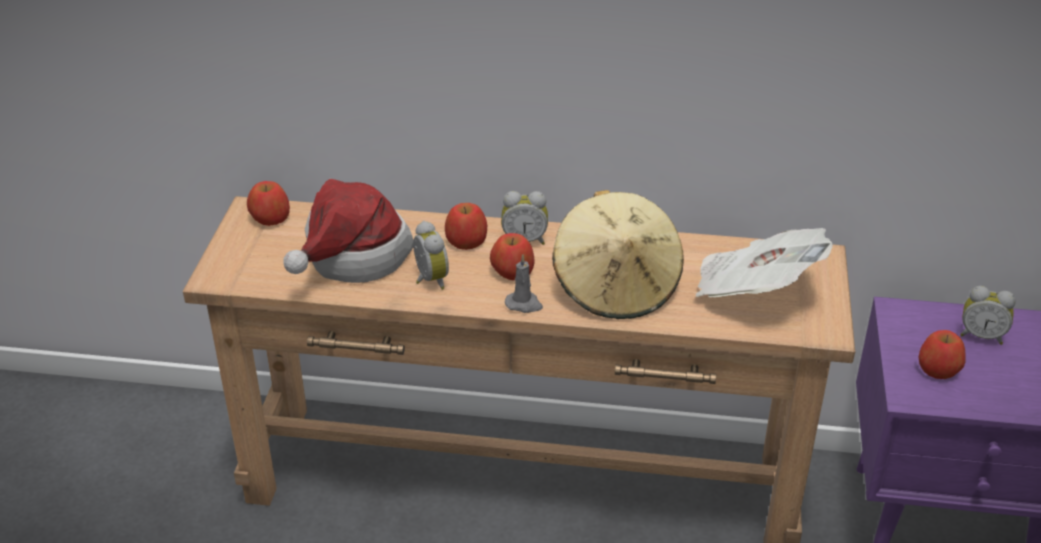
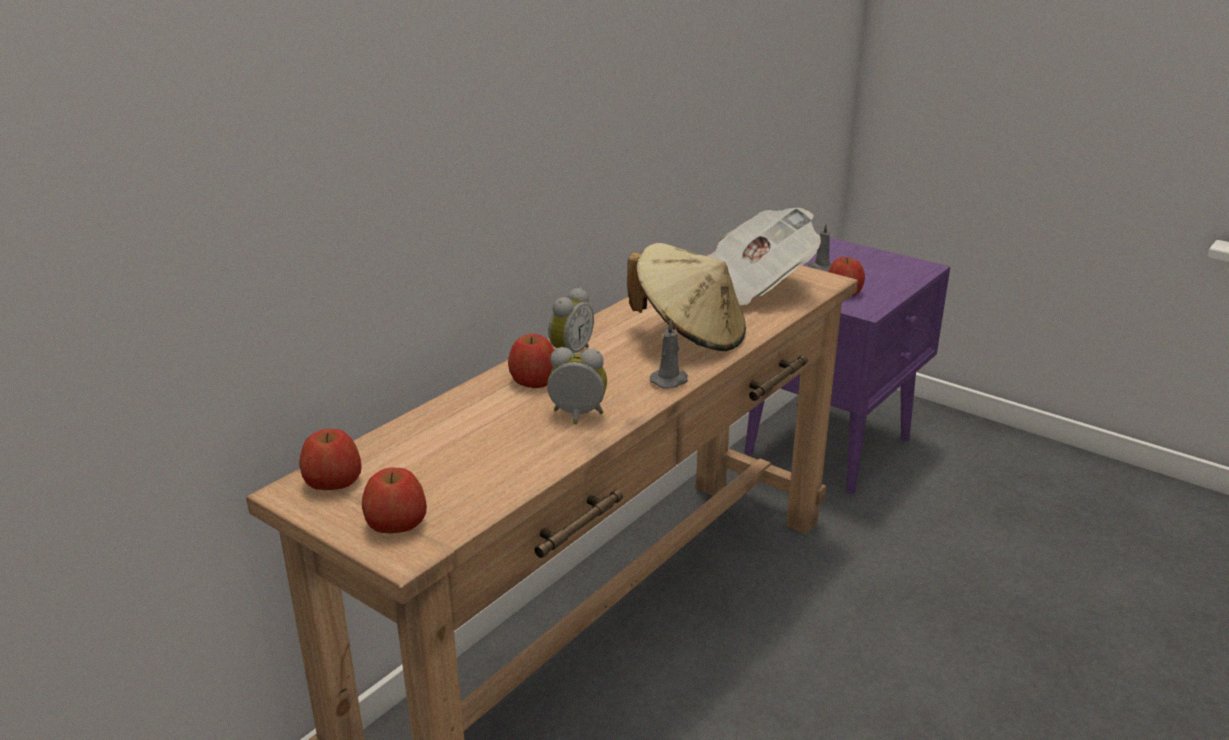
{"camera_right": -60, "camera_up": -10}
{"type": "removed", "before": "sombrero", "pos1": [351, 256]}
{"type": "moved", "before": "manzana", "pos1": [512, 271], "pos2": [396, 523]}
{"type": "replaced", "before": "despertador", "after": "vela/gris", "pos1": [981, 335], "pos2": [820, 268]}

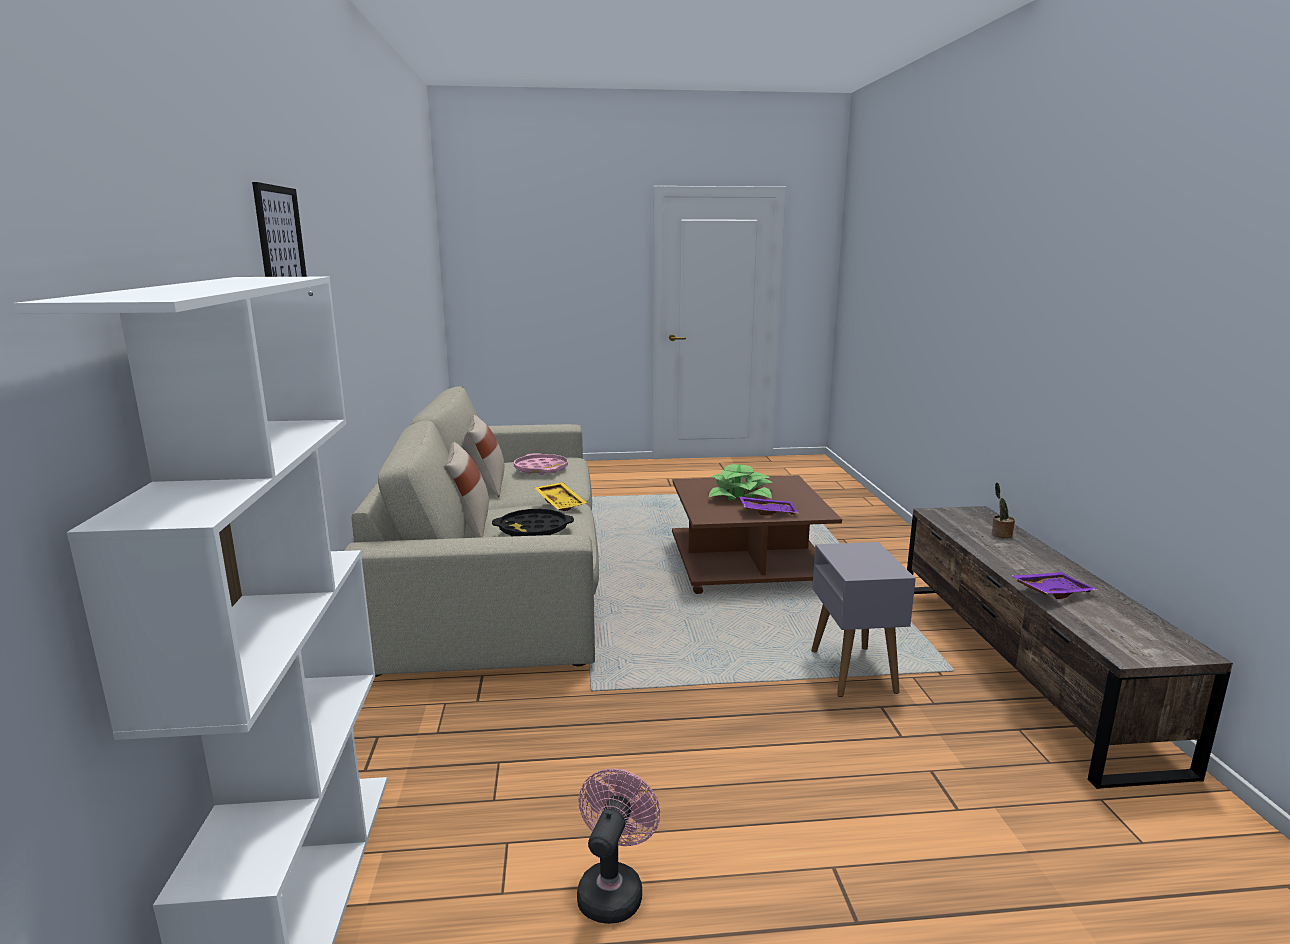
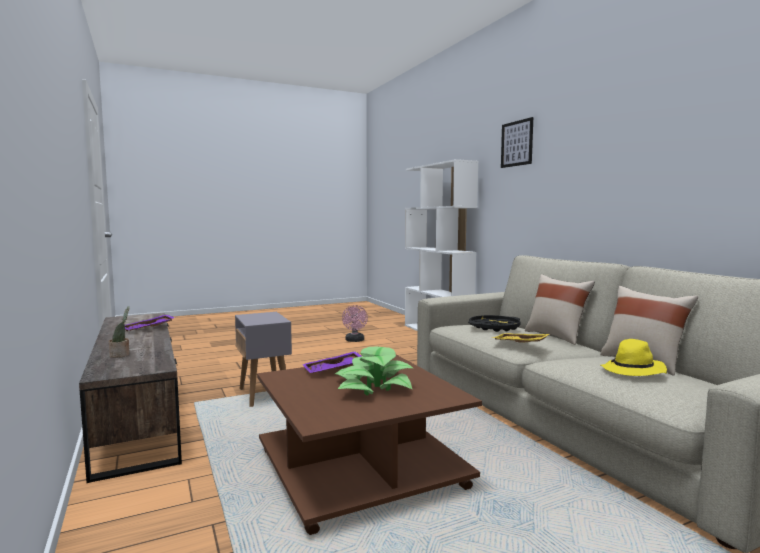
{"camera_right": 160, "camera_up": -10}
{"type": "replaced", "before": "bandeja/rosa", "after": "sombrero/amarillo", "pos1": [541, 469], "pos2": [633, 371]}

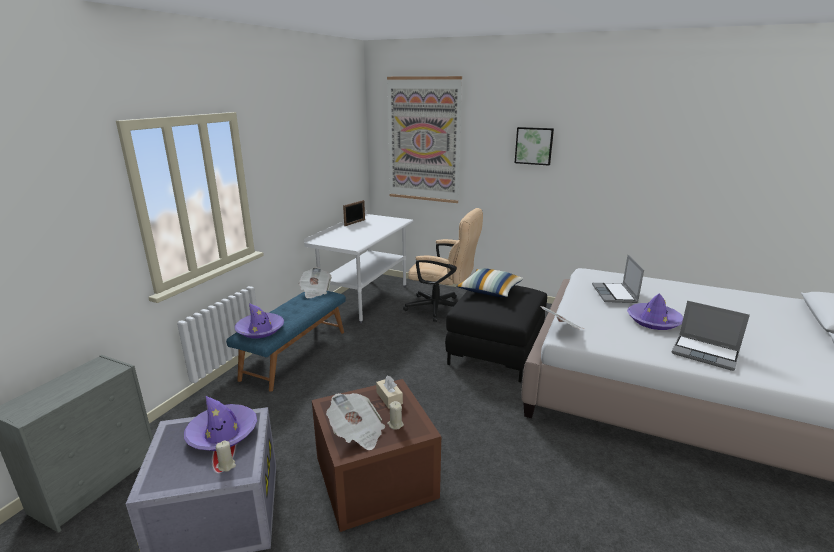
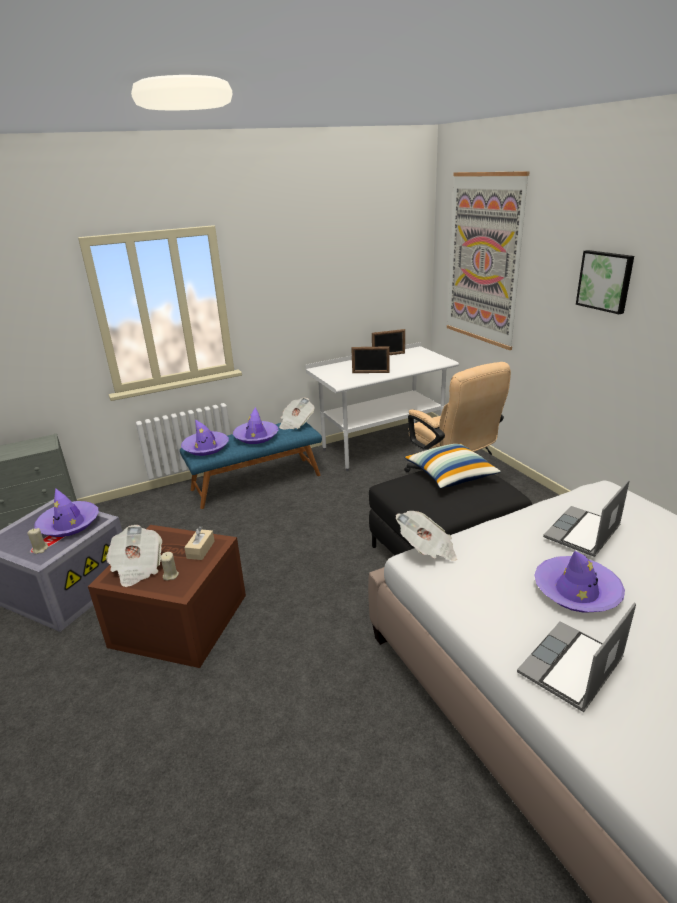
{"camera_right": 40, "camera_up": 5}
{"type": "turned", "before": "portátil", "pos1": [706, 353], "pos2": [571, 668], "turn": 60}
{"type": "added", "after": "sombrero/morado", "pos2": [256, 436]}
{"type": "added", "after": "portarretratos", "pos2": [370, 372]}

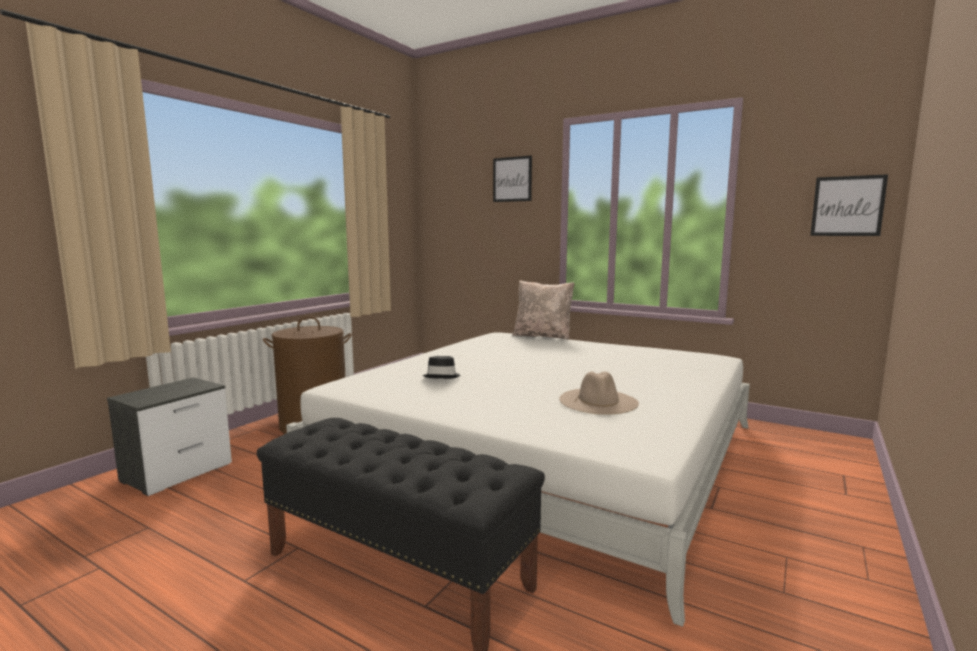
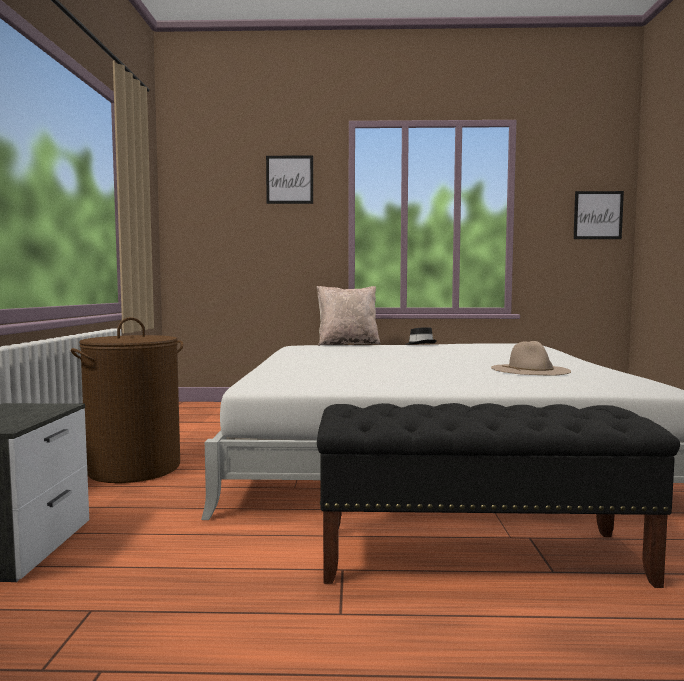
{"camera_right": -30, "camera_up": -5}
{"type": "moved", "before": "sombrero/negro", "pos1": [442, 376], "pos2": [420, 344]}

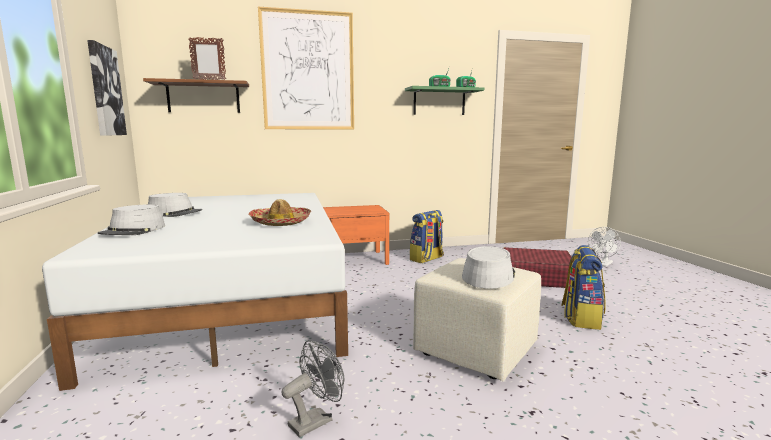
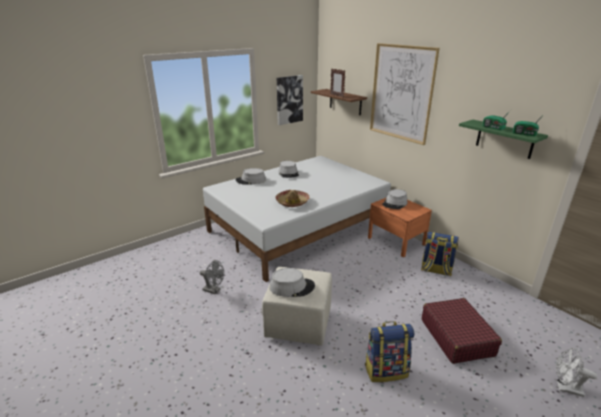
{"camera_right": 65, "camera_up": 15}
{"type": "added", "after": "sombrero/gris", "pos2": [395, 203]}

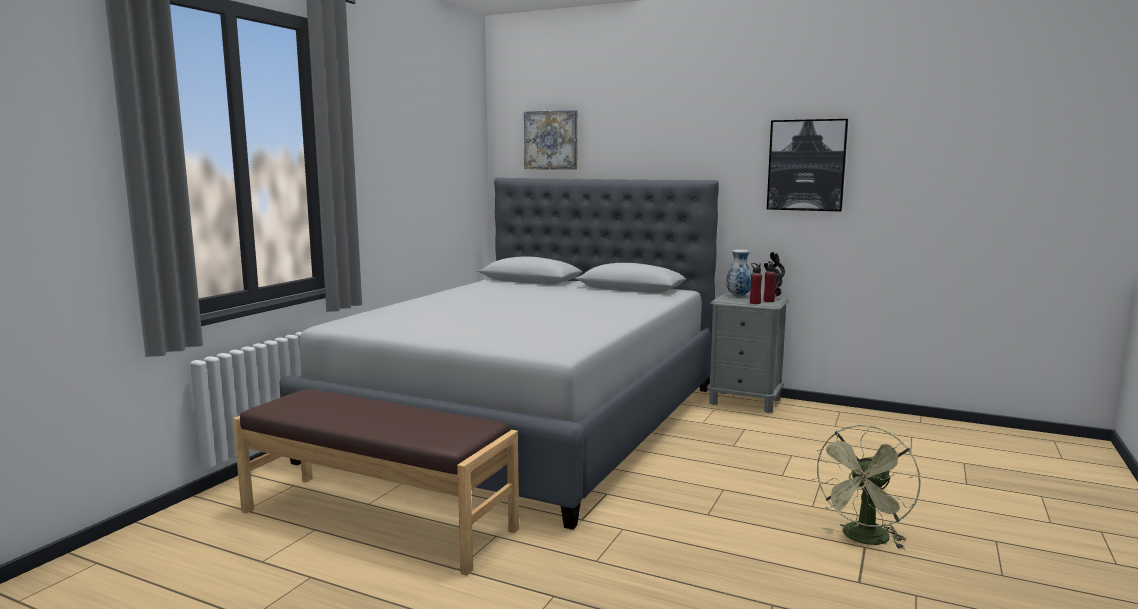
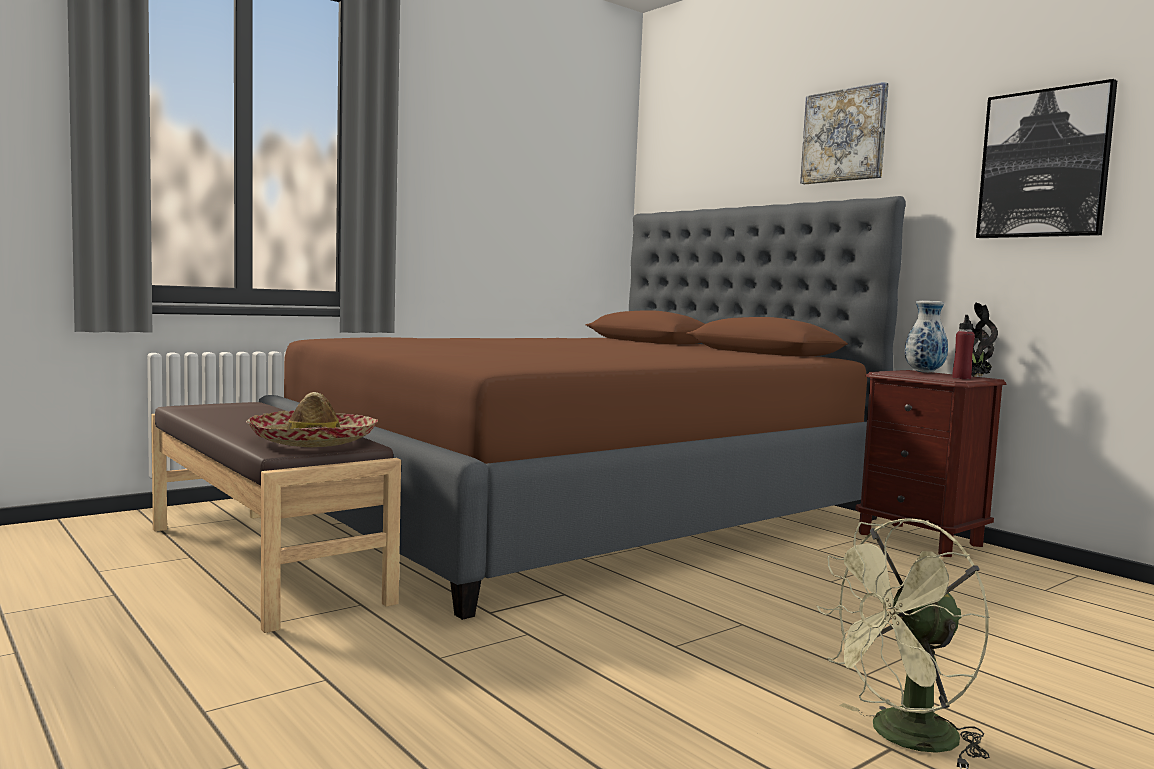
{"camera_right": 25, "camera_up": -5}
{"type": "recoloured", "before": "cama/gris", "after": "cama/marrón", "pos1": [529, 421], "pos2": [576, 510]}
{"type": "moved", "before": "cuadro", "pos1": [551, 140], "pos2": [844, 136]}
{"type": "recoloured", "before": "mesita de noche/gris", "after": "mesita de noche/marrón", "pos1": [745, 402], "pos2": [920, 539]}
{"type": "removed", "before": "botella/rojo", "pos1": [755, 303]}
{"type": "added", "after": "sombrero", "pos2": [313, 441]}

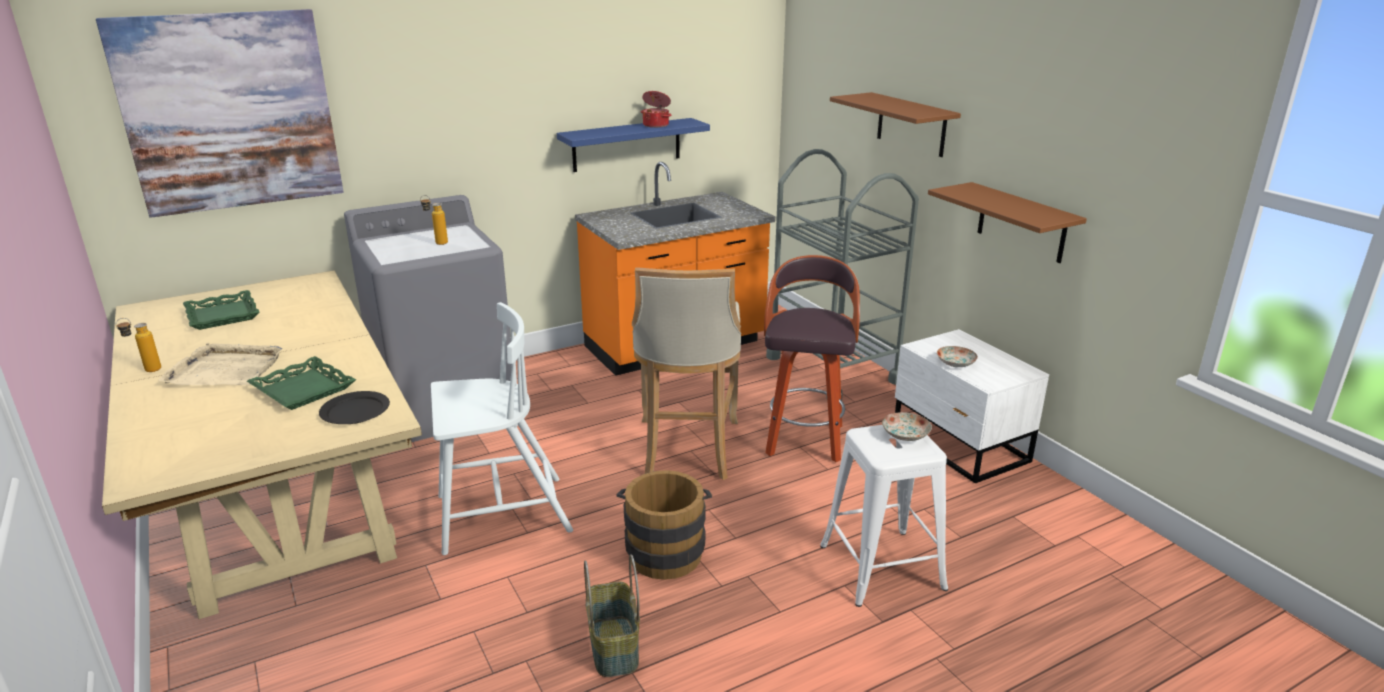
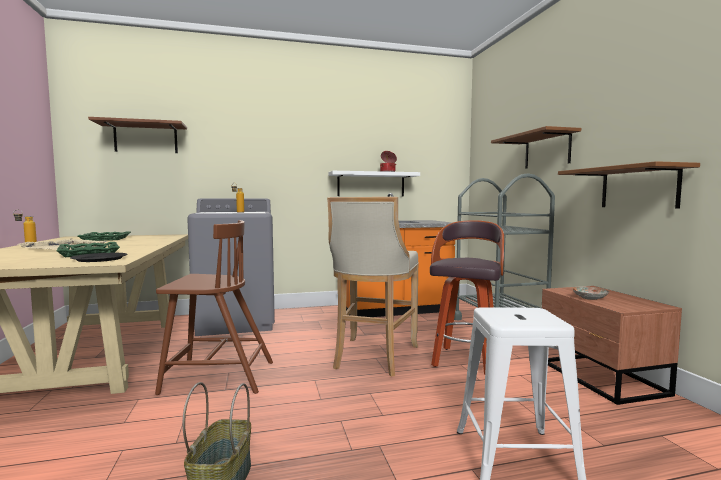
{"camera_right": 15, "camera_up": -20}
{"type": "replaced", "before": "cuadro", "after": "estante/marrón", "pos1": [230, 112], "pos2": [146, 138]}
{"type": "recoloured", "before": "silla/blanco", "after": "silla/marrón", "pos1": [500, 515], "pos2": [216, 377]}
{"type": "recoloured", "before": "estante/azul", "after": "estante/blanco", "pos1": [627, 145], "pos2": [371, 184]}
{"type": "removed", "before": "cubo/marrón", "pos1": [665, 550]}
{"type": "removed", "before": "plato", "pos1": [905, 434]}
{"type": "recoloured", "before": "mesita de noche/blanco", "after": "mesita de noche/marrón", "pos1": [959, 446], "pos2": [600, 378]}

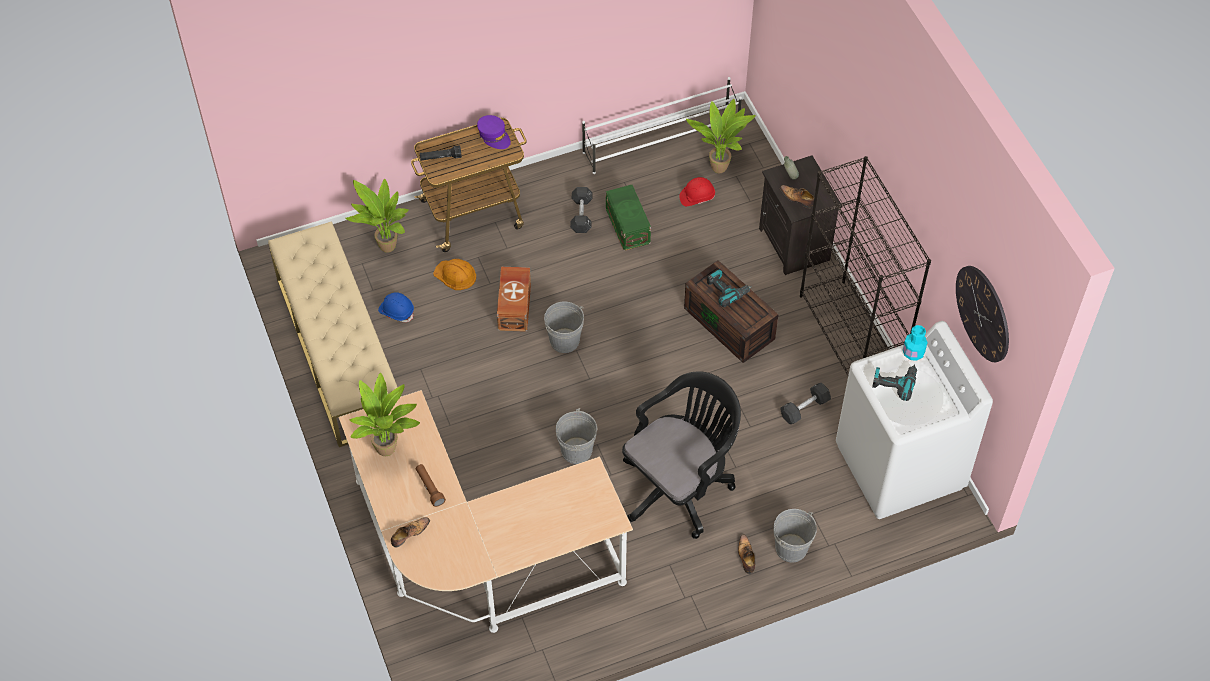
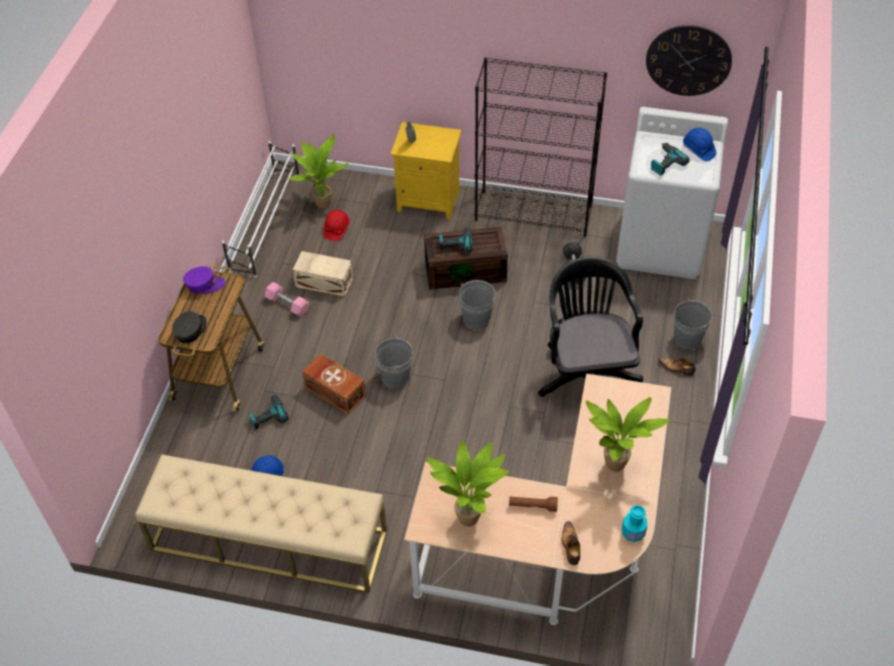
{"camera_right": -55, "camera_up": -5}
{"type": "moved", "before": "planta en maceta", "pos1": [385, 248], "pos2": [615, 468]}
{"type": "replaced", "before": "linterna/negro", "after": "gorra/gris", "pos1": [440, 158], "pos2": [191, 330]}
{"type": "replaced", "before": "casco/naranja", "after": "taladro", "pos1": [455, 275], "pos2": [268, 415]}
{"type": "moved", "before": "cubo/gris", "pos1": [576, 451], "pos2": [477, 318]}
{"type": "recoloured", "before": "mancuerna/negro", "after": "mancuerna/rosa", "pos1": [581, 215], "pos2": [287, 304]}
{"type": "recoloured", "before": "caja de almacenaje/verde", "after": "caja de almacenaje/beis", "pos1": [628, 225], "pos2": [323, 281]}
{"type": "recoloured", "before": "mesita de noche/negro", "after": "mesita de noche/amarillo", "pos1": [796, 245], "pos2": [429, 199]}
{"type": "removed", "before": "zapato", "pos1": [797, 199]}
{"type": "moved", "before": "botella/turquesa", "pos1": [913, 352], "pos2": [633, 532]}
{"type": "added", "after": "casco/azul", "pos2": [698, 150]}

